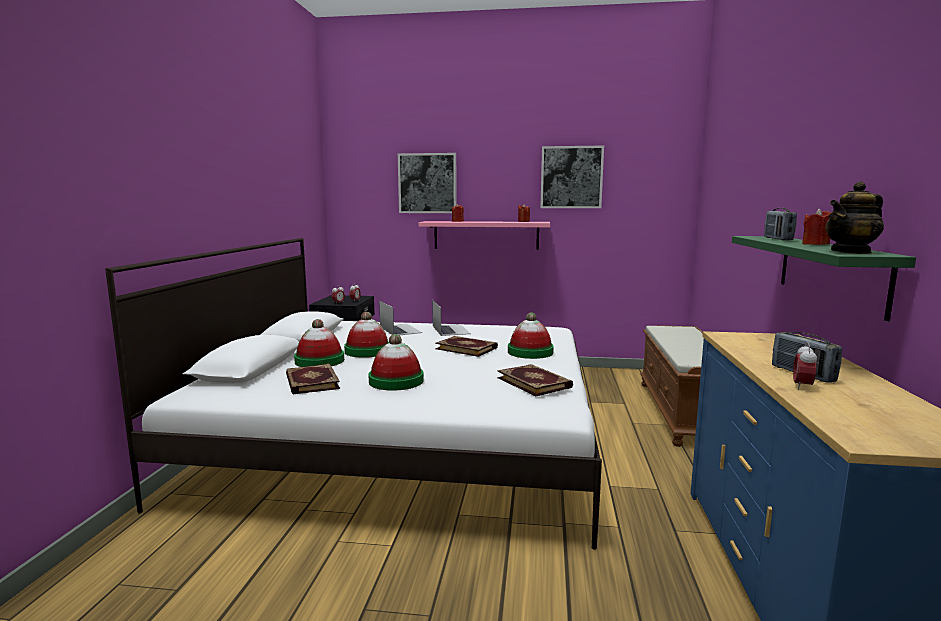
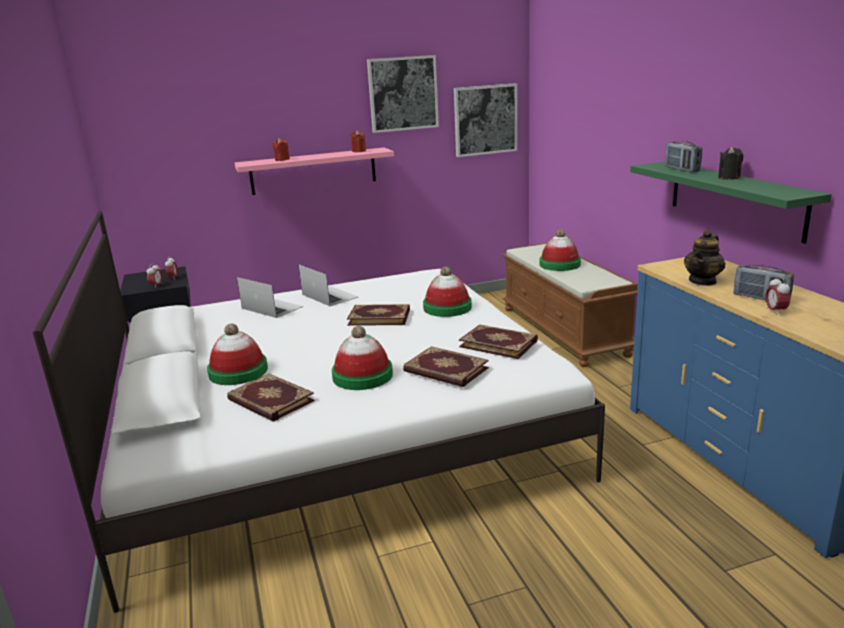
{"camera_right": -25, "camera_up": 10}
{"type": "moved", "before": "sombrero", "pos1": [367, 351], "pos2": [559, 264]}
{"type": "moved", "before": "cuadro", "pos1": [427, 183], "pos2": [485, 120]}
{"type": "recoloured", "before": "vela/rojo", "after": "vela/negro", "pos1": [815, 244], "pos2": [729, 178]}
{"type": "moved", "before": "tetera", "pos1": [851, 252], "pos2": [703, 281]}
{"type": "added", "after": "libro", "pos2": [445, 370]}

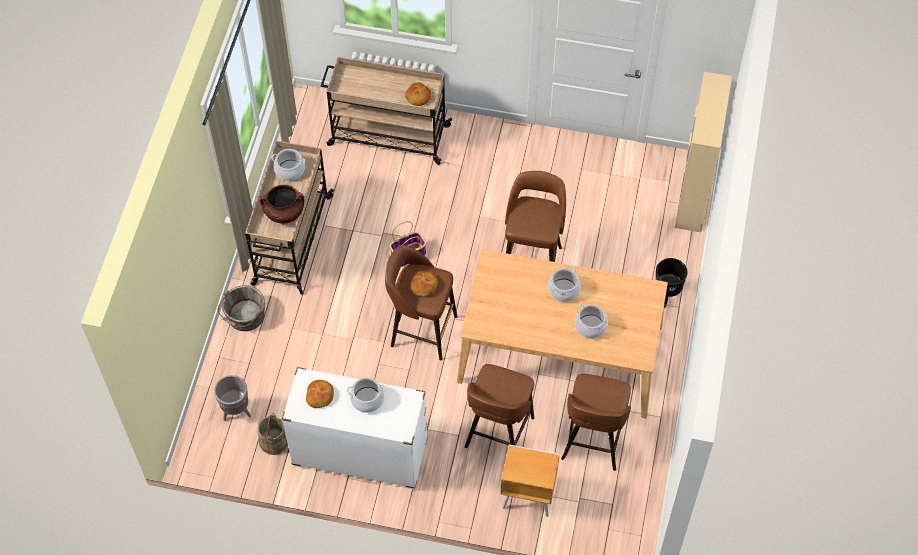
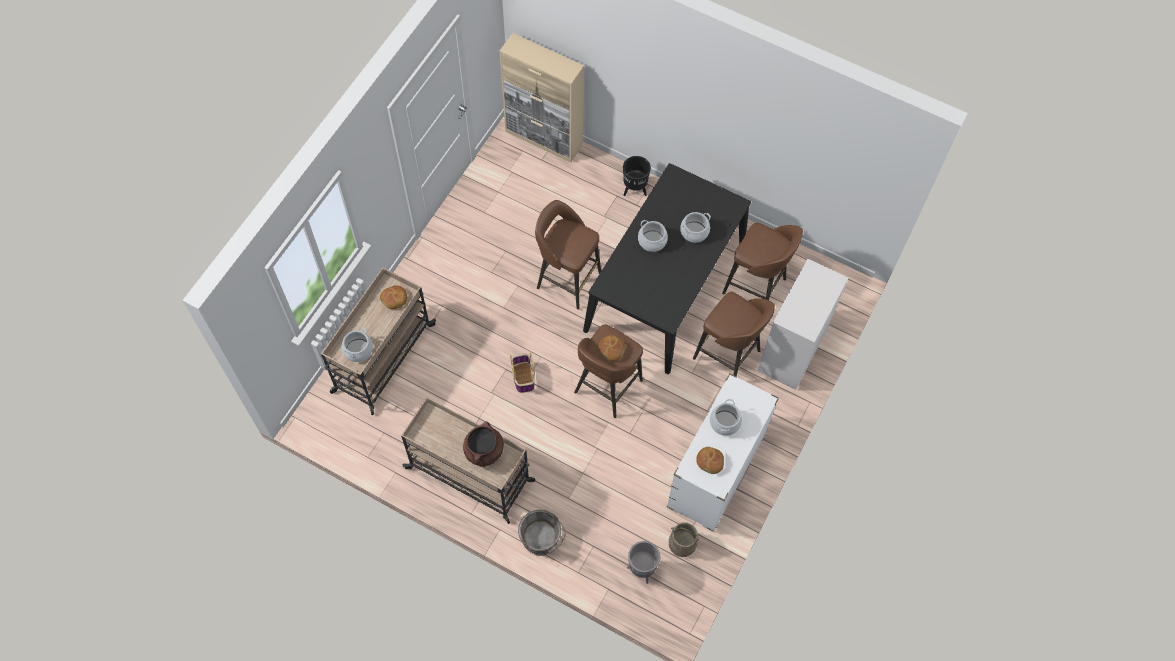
{"camera_right": -75, "camera_up": 5}
{"type": "moved", "before": "olla", "pos1": [290, 170], "pos2": [358, 350]}
{"type": "recoloured", "before": "mesa de comedor/beis", "after": "mesa de comedor/negro", "pos1": [560, 353], "pos2": [665, 285]}
{"type": "replaced", "before": "mesita de noche/marrón", "after": "cómoda/blanco", "pos1": [527, 496], "pos2": [792, 351]}

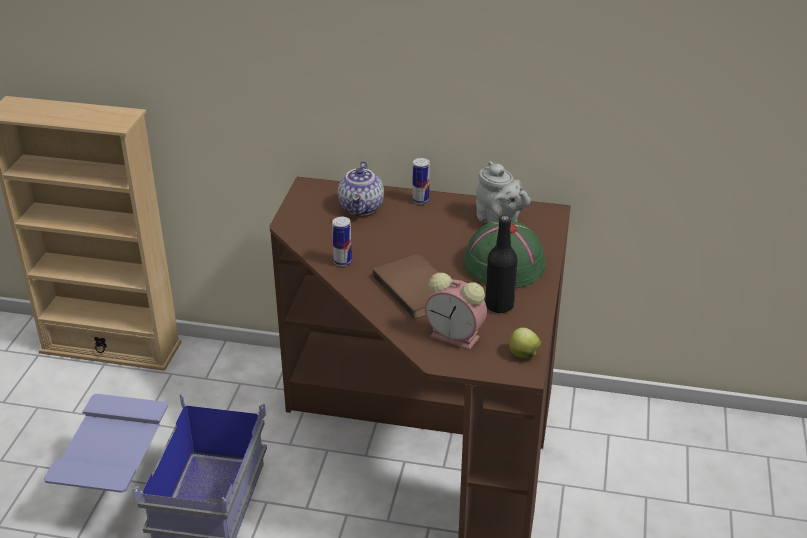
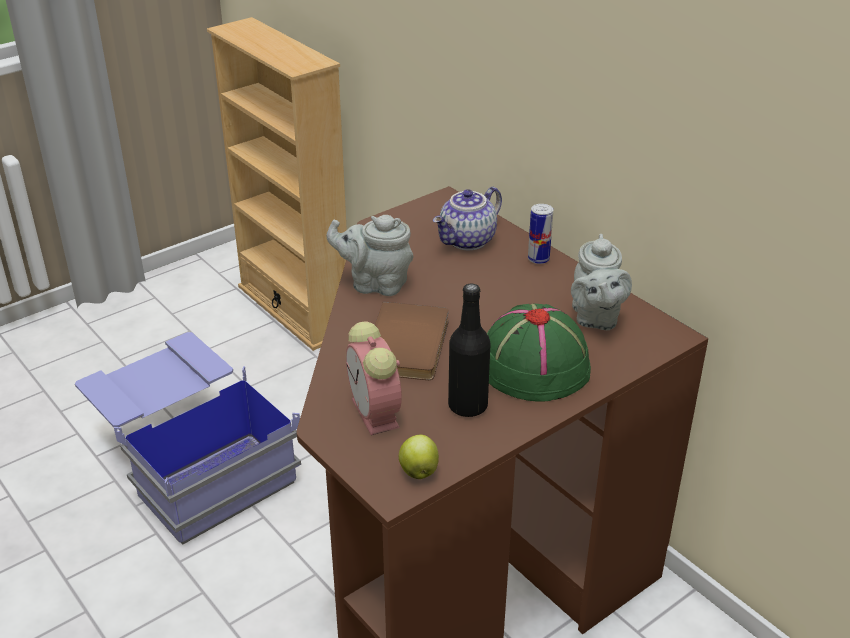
{"camera_right": 40, "camera_up": 0}
{"type": "replaced", "before": "lata", "after": "tetera/gris", "pos1": [342, 262], "pos2": [375, 284]}

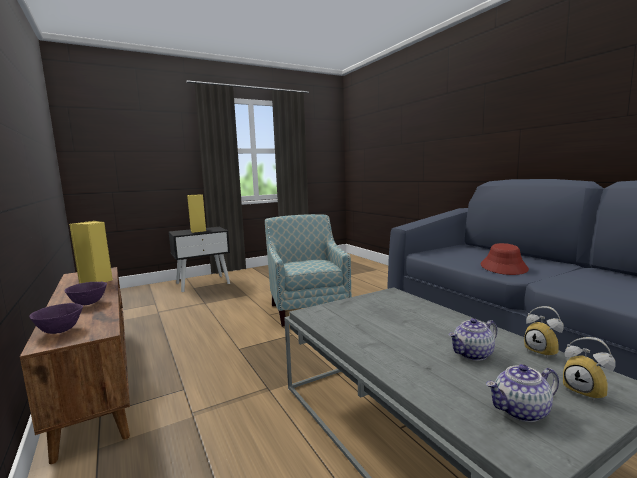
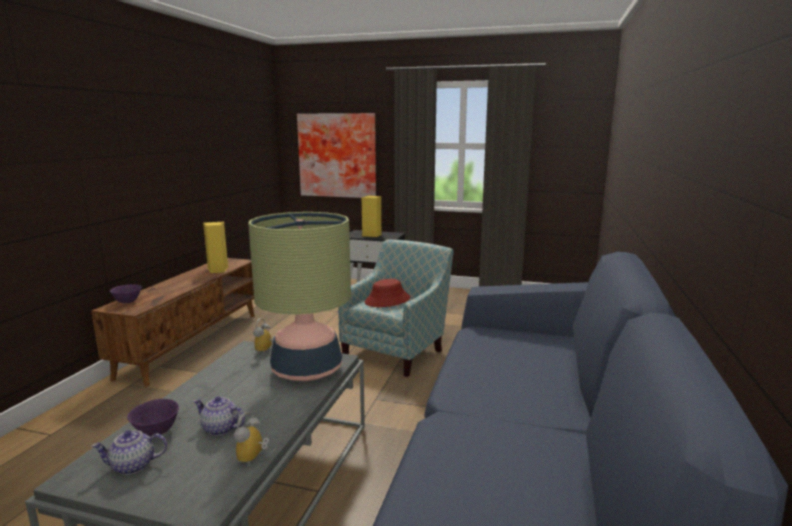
{"camera_right": 45, "camera_up": 5}
{"type": "moved", "before": "cuenco/morado", "pos1": [88, 303], "pos2": [156, 432]}
{"type": "moved", "before": "sombrero/rojo", "pos1": [504, 267], "pos2": [387, 300]}
{"type": "turned", "before": "tetera", "pos1": [521, 411], "pos2": [132, 466], "turn": -45}
{"type": "moved", "before": "despertador", "pos1": [587, 392], "pos2": [266, 351]}
{"type": "added", "after": "lámpara de mesa", "pos2": [307, 369]}
{"type": "added", "after": "cuadro", "pos2": [338, 155]}

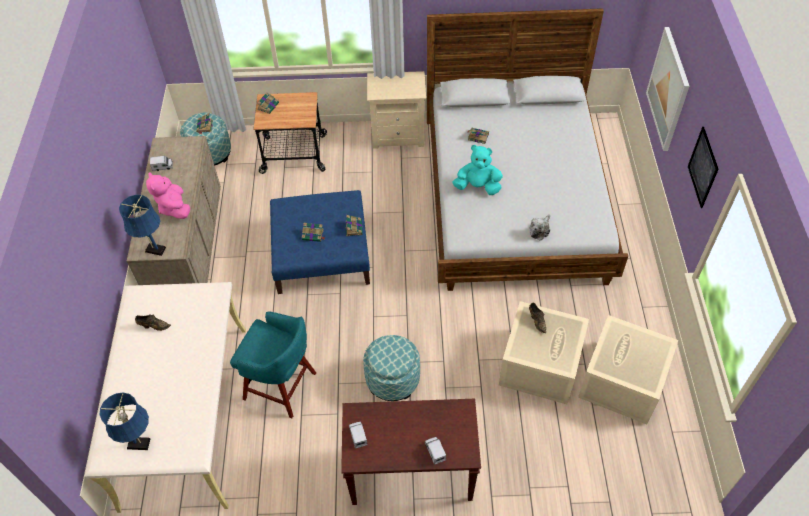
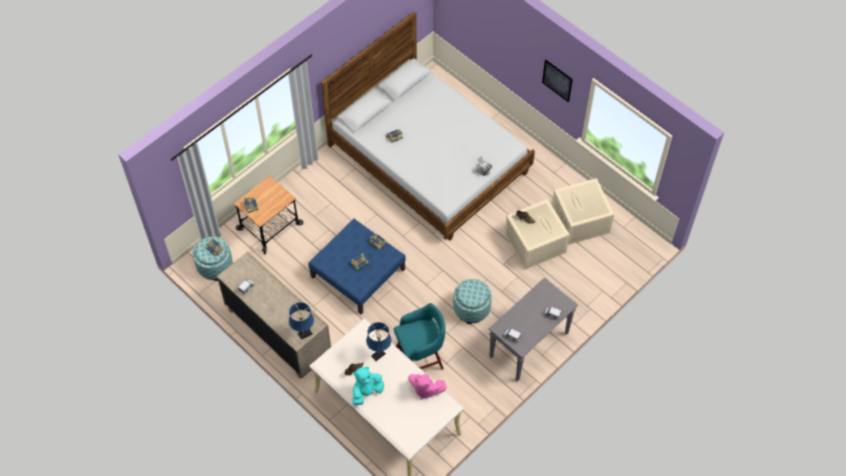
{"camera_right": -45, "camera_up": 5}
{"type": "moved", "before": "lámpara de mesa/azul", "pos1": [141, 444], "pos2": [379, 354]}
{"type": "moved", "before": "peluche/rosa", "pos1": [174, 208], "pos2": [425, 389]}
{"type": "recoloured", "before": "mesa consola/marrón", "after": "mesa consola/gris", "pos1": [410, 475], "pos2": [528, 346]}
{"type": "removed", "before": "mesita de noche/beis", "pos1": [398, 135]}
{"type": "moved", "before": "peluche/turquesa", "pos1": [478, 187], "pos2": [367, 392]}
{"type": "removed", "before": "cuadro", "pos1": [668, 89]}

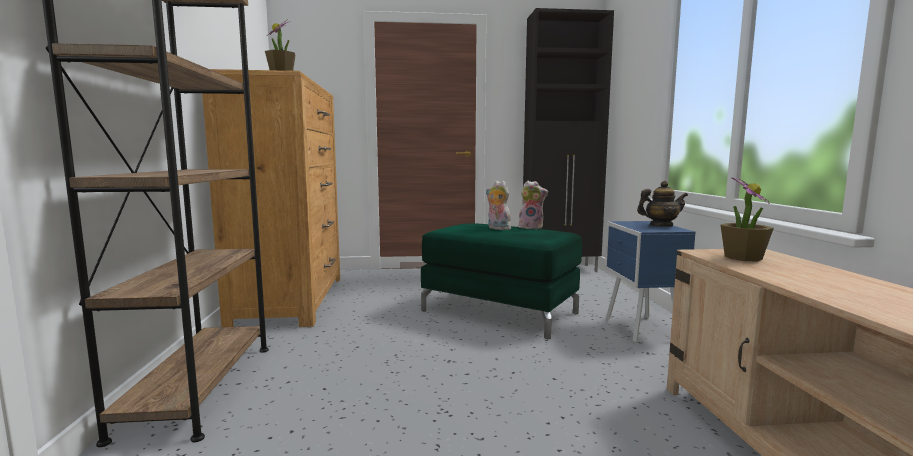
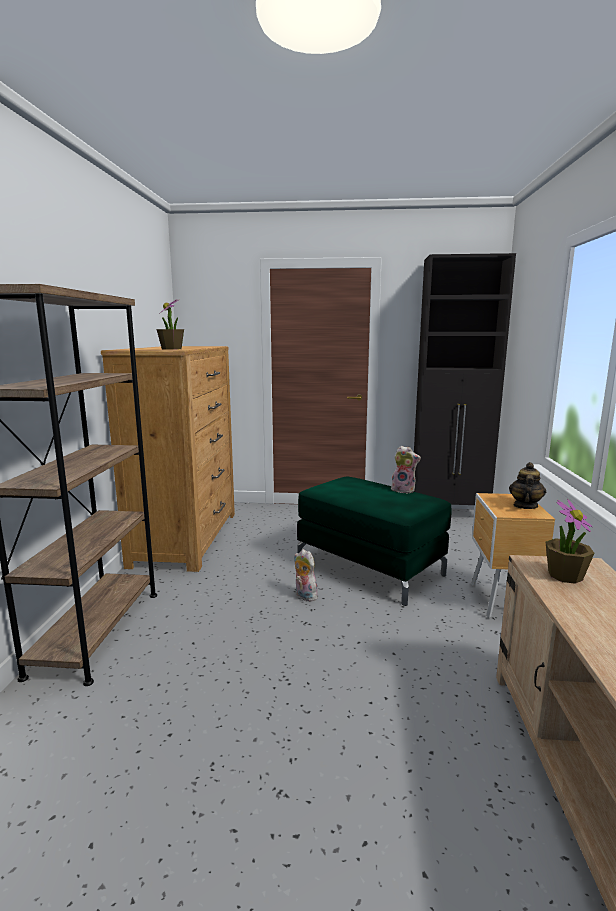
{"camera_right": 10, "camera_up": 5}
{"type": "moved", "before": "peluche", "pos1": [497, 228], "pos2": [304, 596]}
{"type": "recoloured", "before": "mesita de noche/azul", "after": "mesita de noche/marrón", "pos1": [641, 330], "pos2": [501, 602]}
{"type": "turned", "before": "tetera", "pos1": [660, 226], "pos2": [525, 506], "turn": -75}

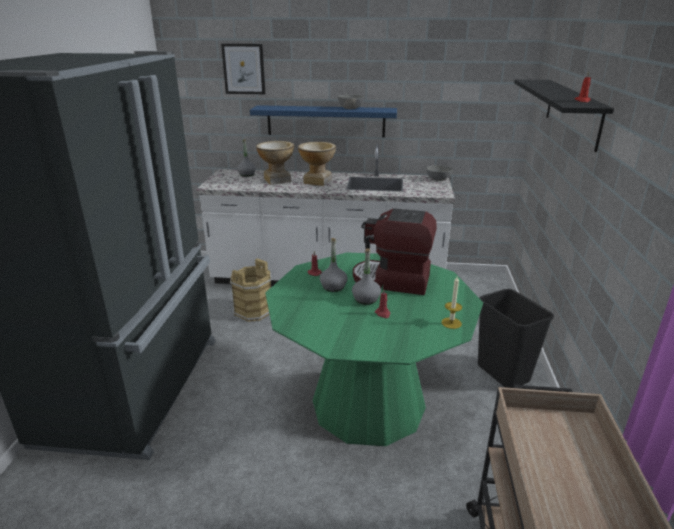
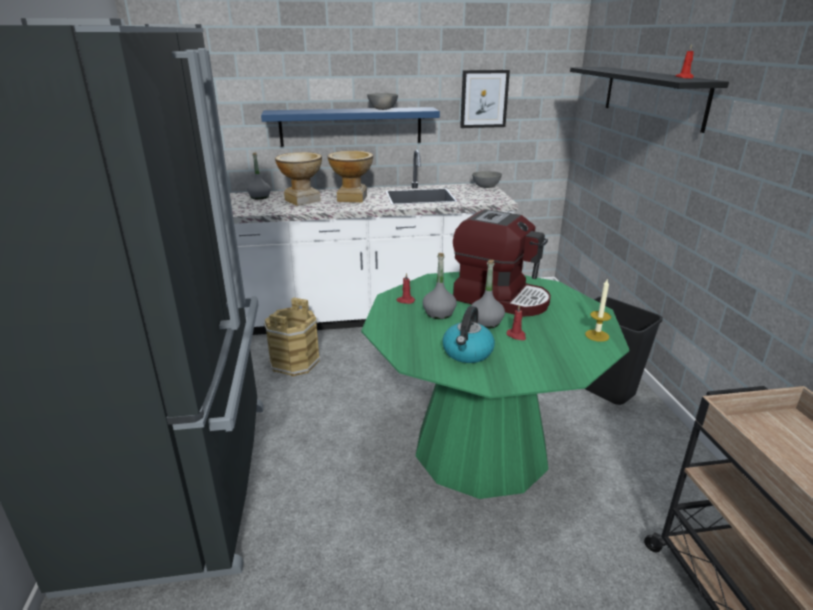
{"camera_right": -15, "camera_up": 0}
{"type": "moved", "before": "cuadro", "pos1": [244, 69], "pos2": [484, 99]}
{"type": "turned", "before": "cafetera", "pos1": [392, 280], "pos2": [501, 298], "turn": -150}
{"type": "added", "after": "hervidor", "pos2": [467, 353]}

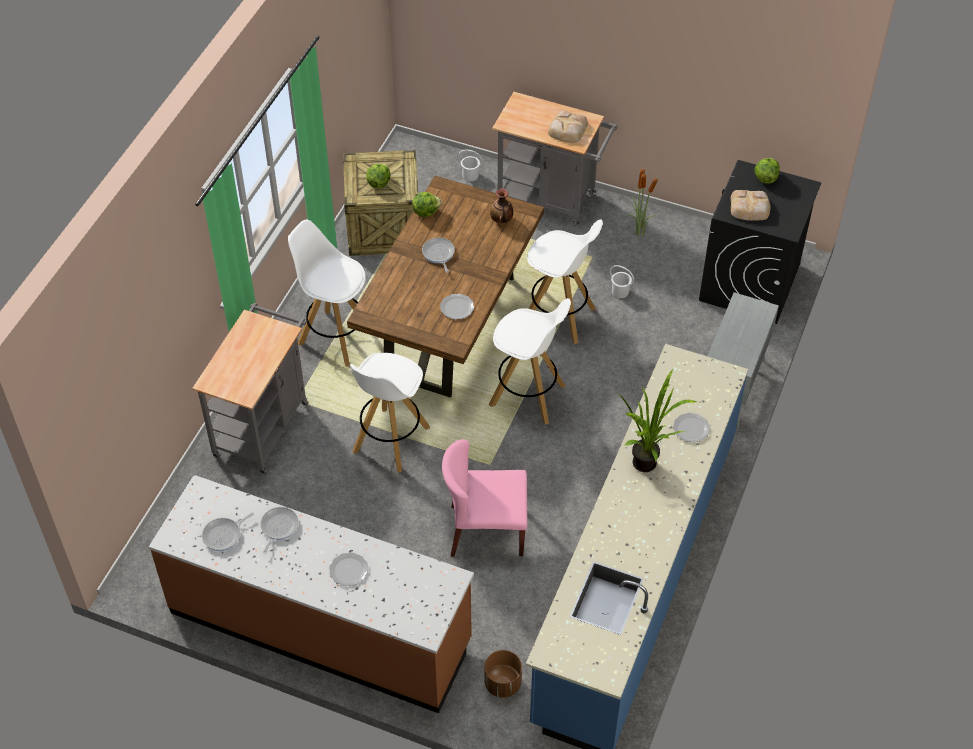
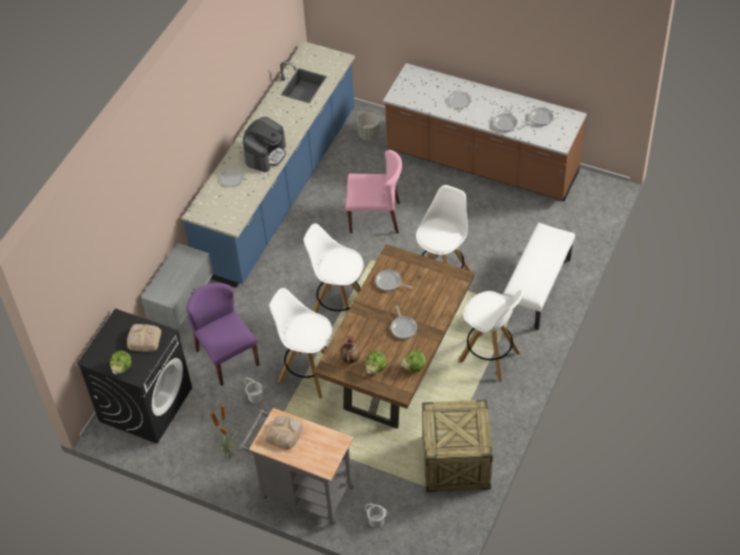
{"camera_right": -175, "camera_up": 0}
{"type": "replaced", "before": "carrito/gris", "after": "banco/blanco", "pos1": [264, 424], "pos2": [537, 289]}
{"type": "moved", "before": "lechuga", "pos1": [379, 183], "pos2": [376, 368]}
{"type": "replaced", "before": "plato", "after": "sartén", "pos1": [457, 307], "pos2": [389, 282]}
{"type": "recoloured", "before": "maceta/marrón", "after": "maceta/gris", "pos1": [502, 683], "pos2": [369, 134]}
{"type": "replaced", "before": "planta en maceta", "after": "cafetera", "pos1": [648, 467], "pos2": [265, 154]}
{"type": "added", "after": "silla/morado", "pos2": [227, 357]}

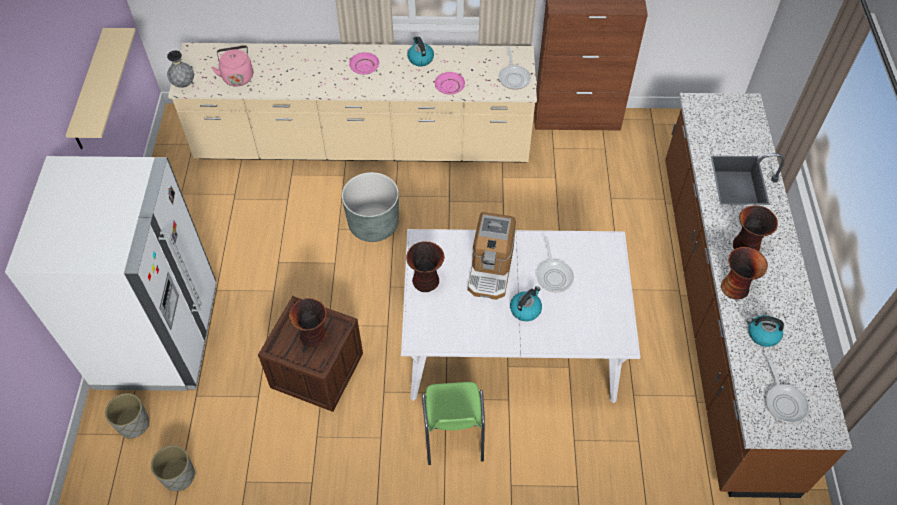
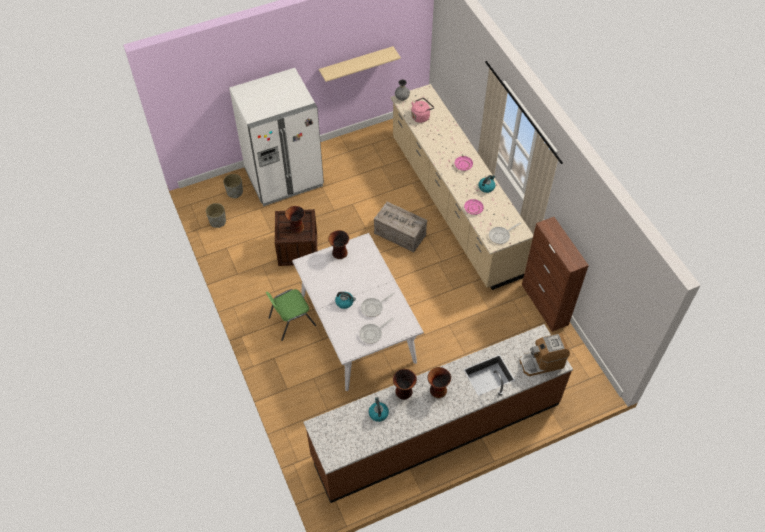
{"camera_right": 65, "camera_up": 0}
{"type": "replaced", "before": "maceta/gris", "after": "caja de embalaje", "pos1": [373, 224], "pos2": [400, 234]}
{"type": "moved", "before": "cafetera", "pos1": [490, 269], "pos2": [542, 362]}
{"type": "moved", "before": "sartén", "pos1": [784, 401], "pos2": [372, 334]}

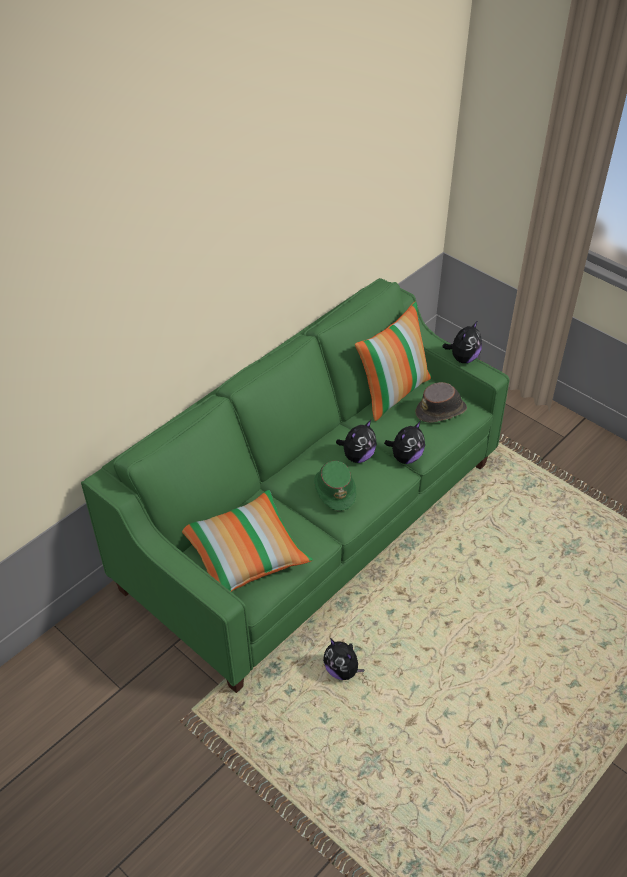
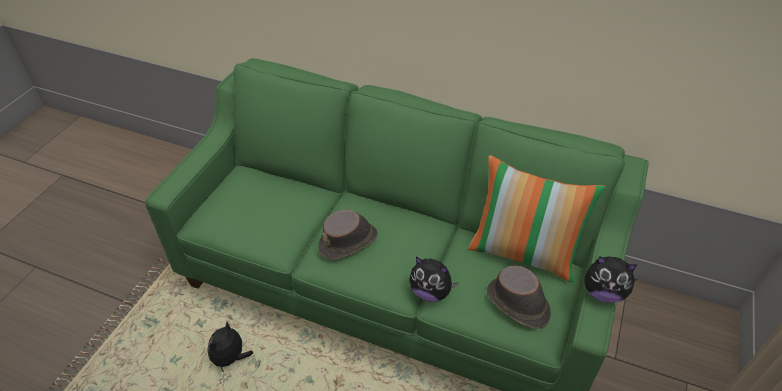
{"camera_right": 70, "camera_up": 0}
{"type": "removed", "before": "cojín", "pos1": [245, 554]}
{"type": "recoloured", "before": "sombrero/verde", "after": "sombrero/marrón", "pos1": [335, 489], "pos2": [349, 241]}
{"type": "removed", "before": "peluche", "pos1": [357, 456]}

